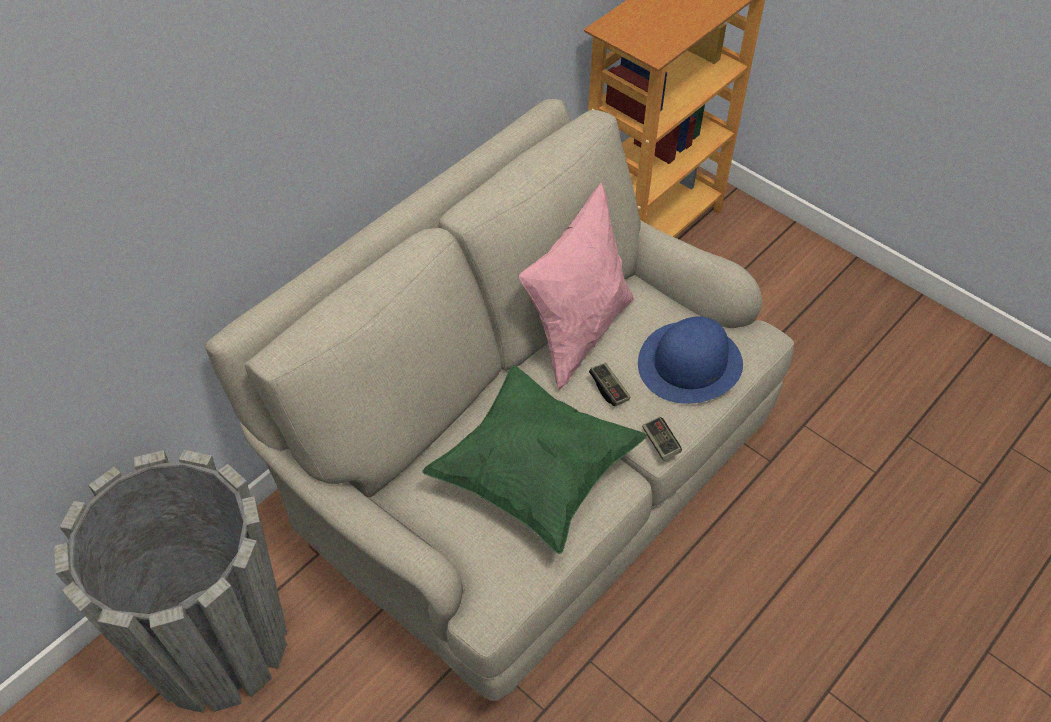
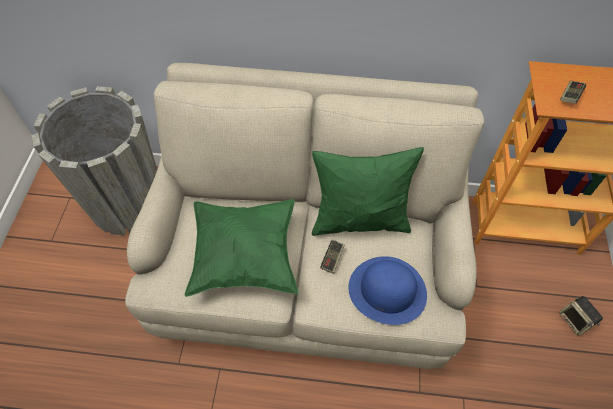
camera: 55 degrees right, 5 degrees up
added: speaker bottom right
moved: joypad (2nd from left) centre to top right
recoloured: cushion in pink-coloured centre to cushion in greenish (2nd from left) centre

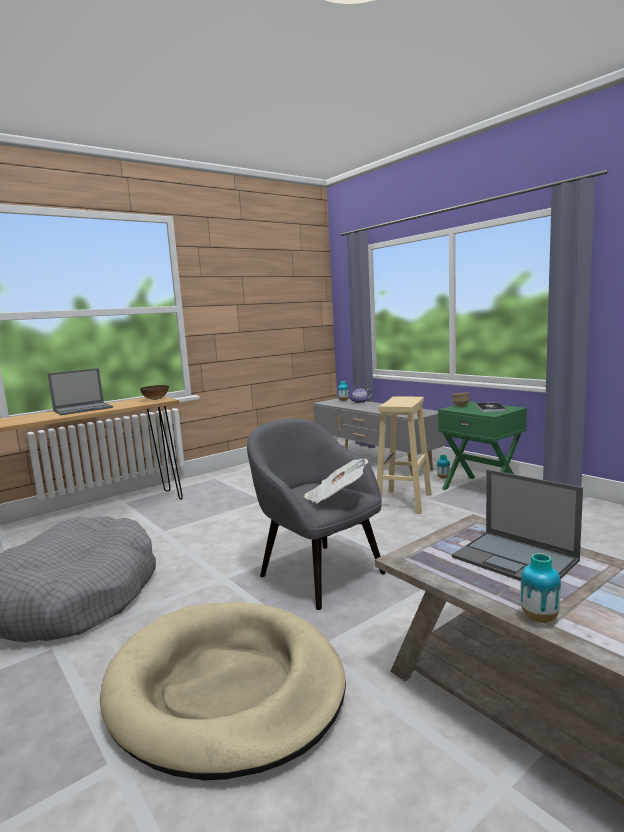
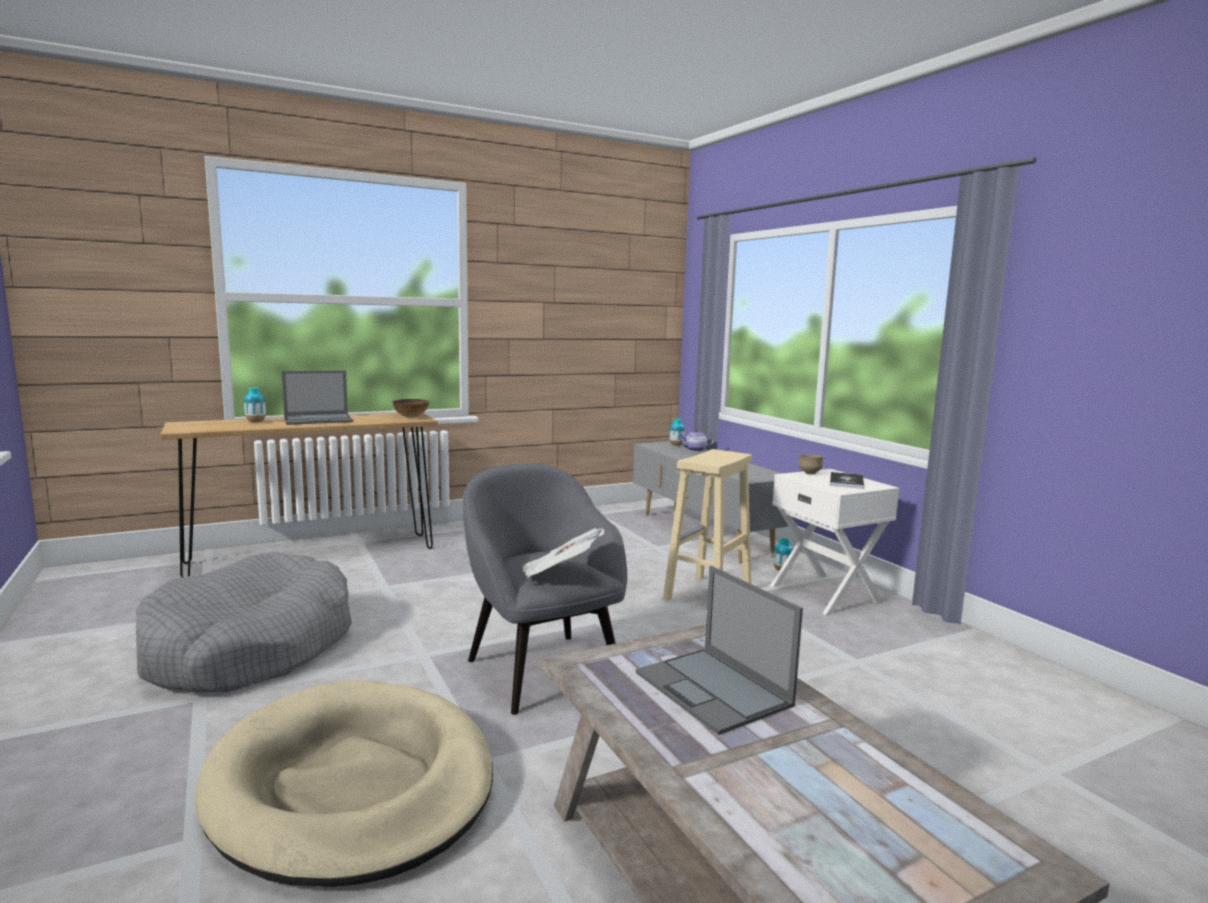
camera: 10 degrees right, 0 degrees up
moved: decorative vase (3rd from left in the first image) bottom right to decorative vase (1st from left) middle left
recoloured: bedside table in greenish middle right to bedside table in white-coloured middle right

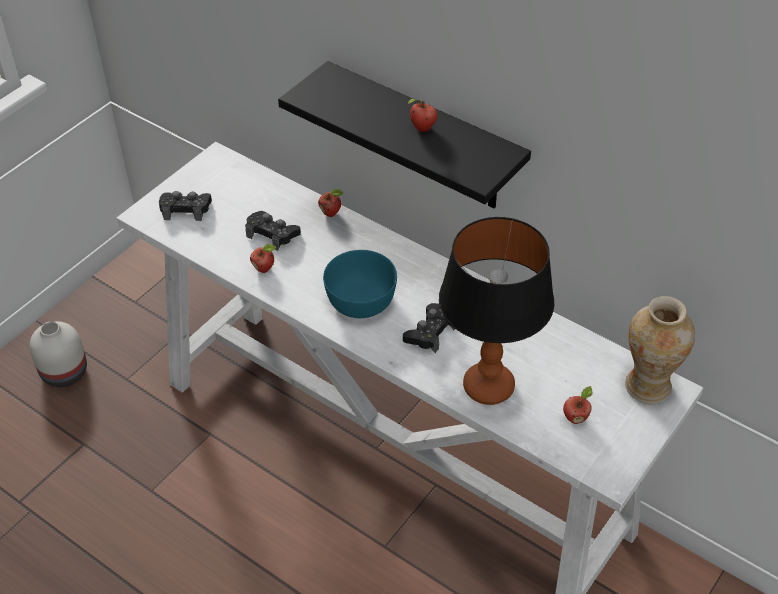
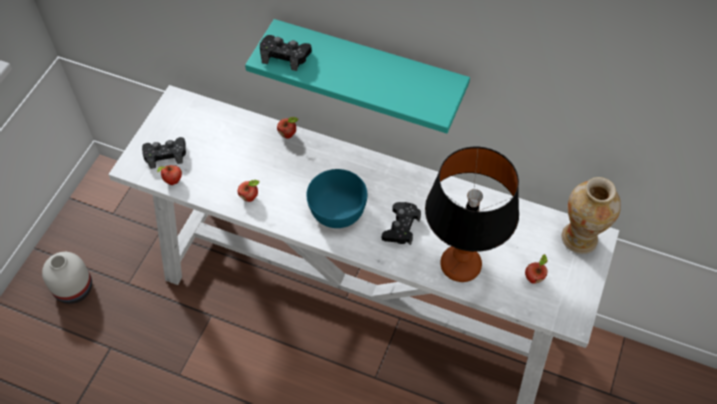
camera: 15 degrees left, 10 degrees up
moved: joypad in blackish (2nd from left) centre to top centre; apple fruit (3rd from left in the first image) top centre to apple fruit (1st from left) middle left
recoloured: shelf in blackish top centre to shelf in turquoise-coloured top centre

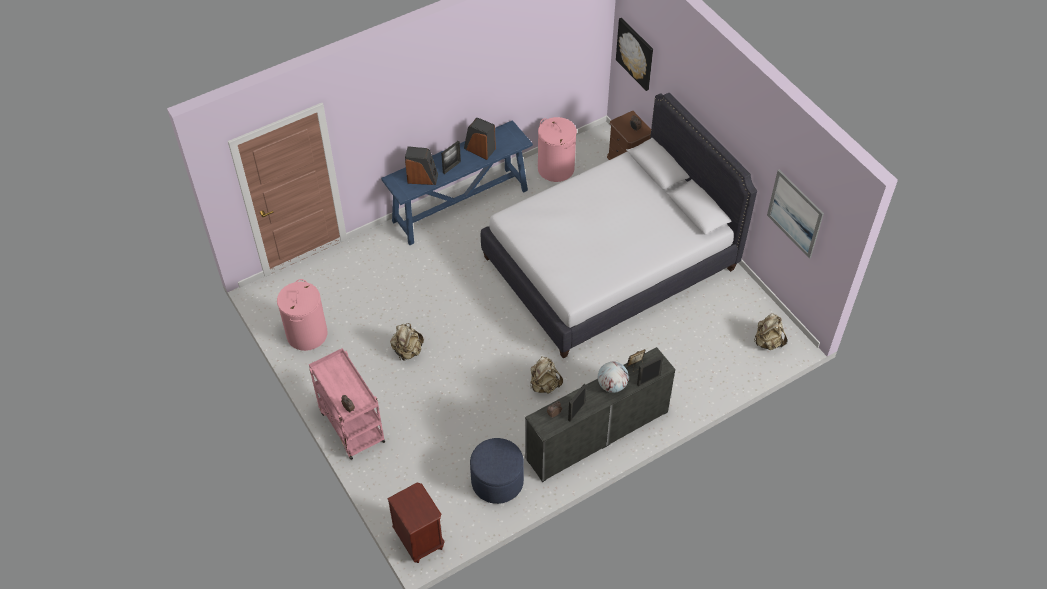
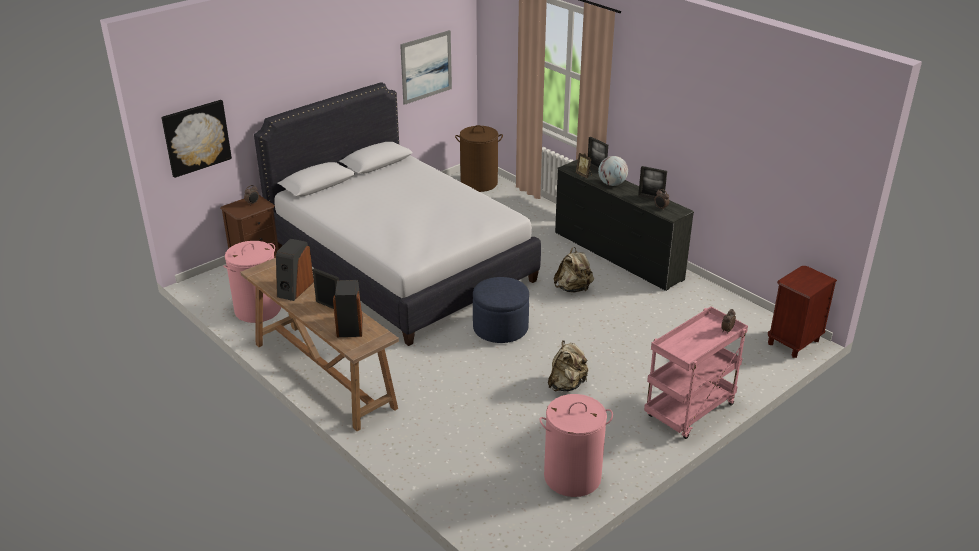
camera: 100 degrees left, 20 degrees down
moved: ottoman in blue bottom centre to centre
replaced: rucksack in beige-coloured (3rd from left) middle right to laundry basket in brown-coloured top centre
recoloured: narrow table in blue top centre to narrow table in brown-coloured middle left

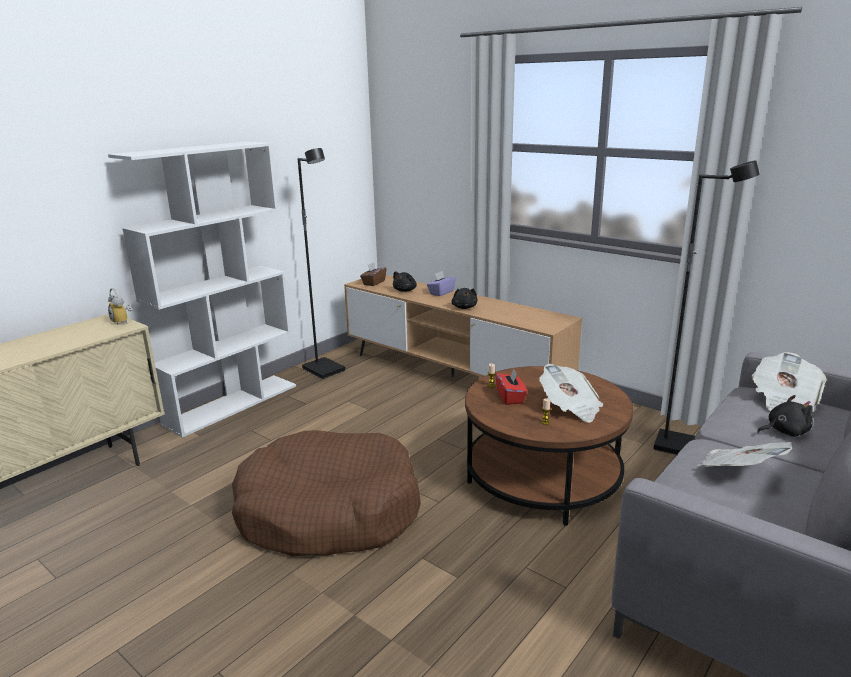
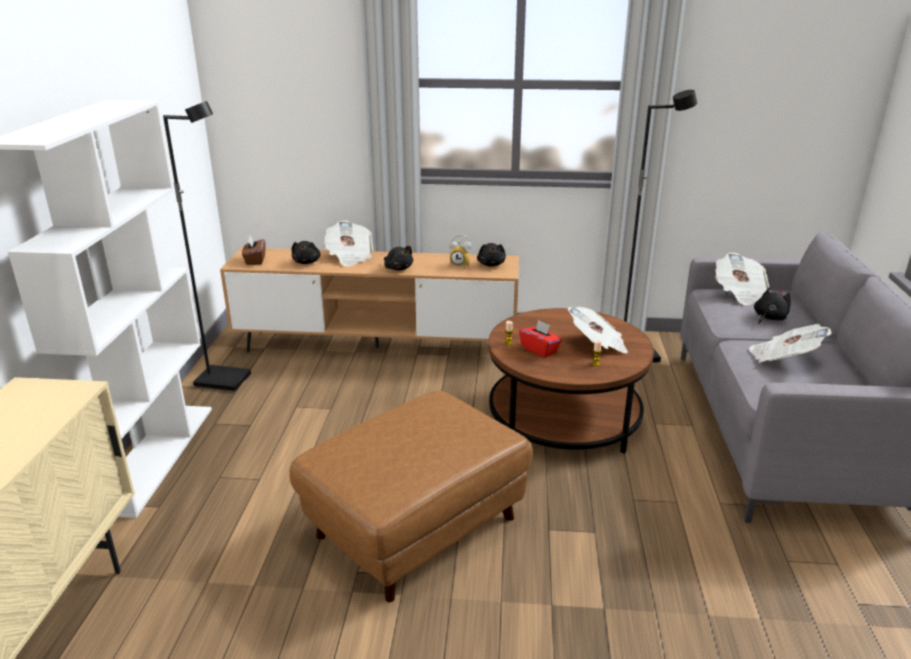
camera: 35 degrees left, 5 degrees up
added: soft toy in blackish (3rd from left) centre
moved: bedside clock middle left to centre
replaced: dog cushion in brown-coloured bottom centre to ottoman in brown-coloured bottom centre; tissue holder in purple-coloured centre to printed paper (1st from left) centre

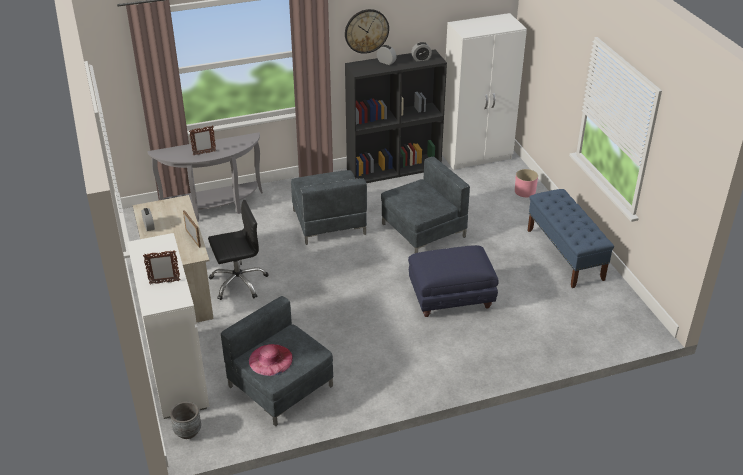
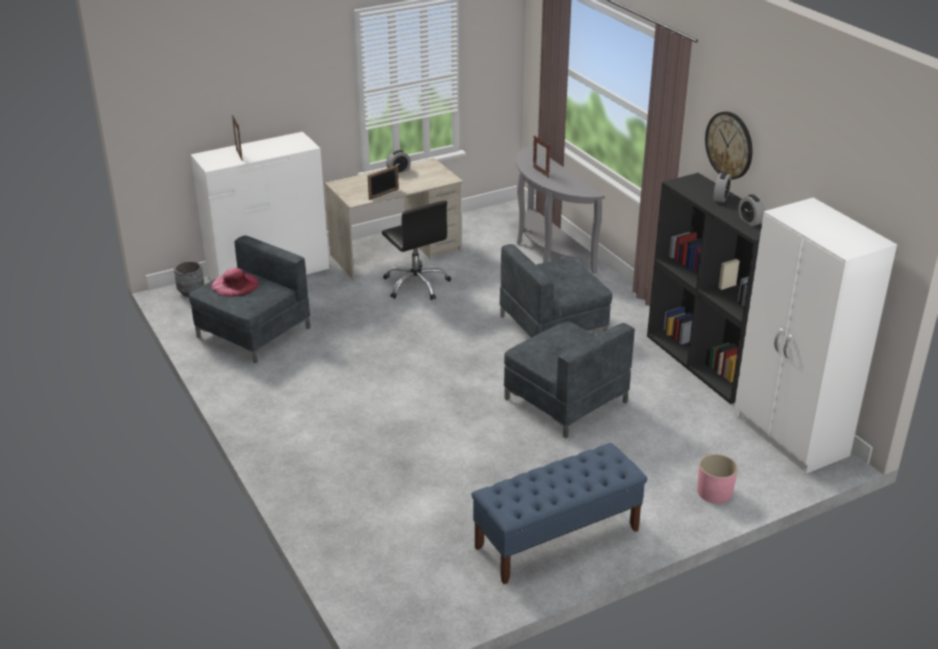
camera: 80 degrees right, 5 degrees down
removed: ottoman in blue centre

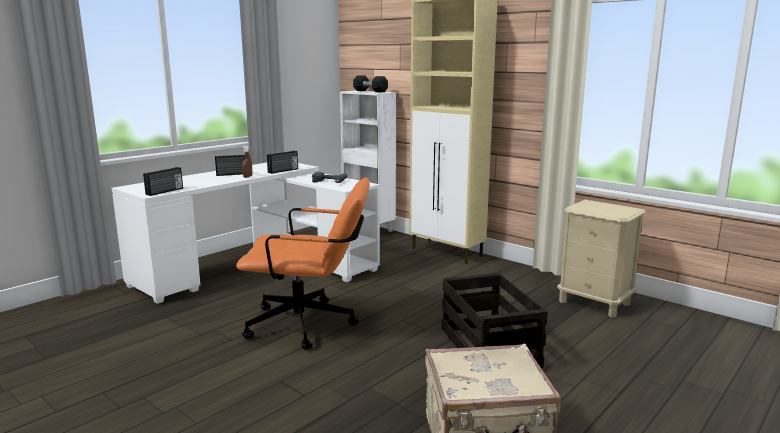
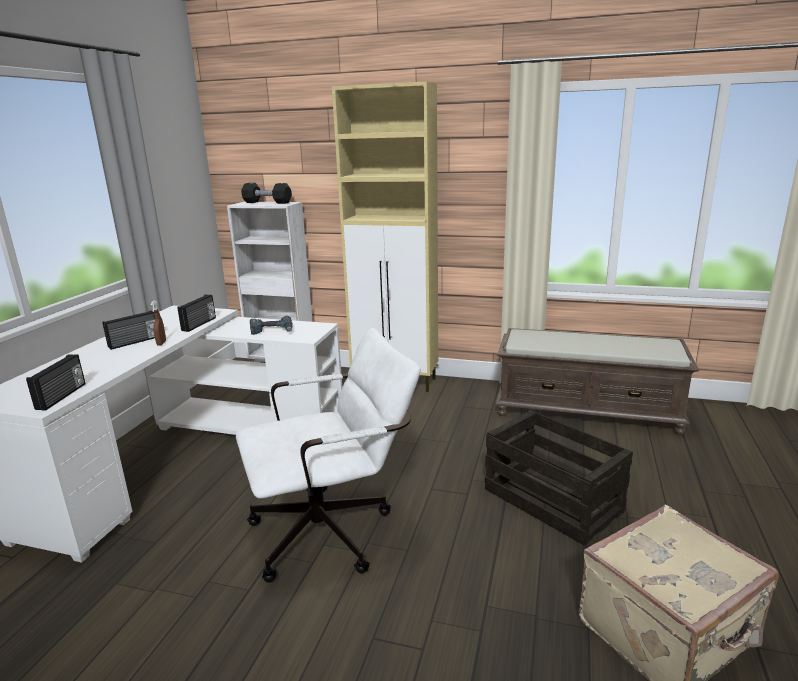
camera: 25 degrees left, 5 degrees up
replaced: bedside table in beige-coloured middle right to bench in brown-coloured middle right
recoloured: computer chair in orange centre to computer chair in white-coloured bottom centre

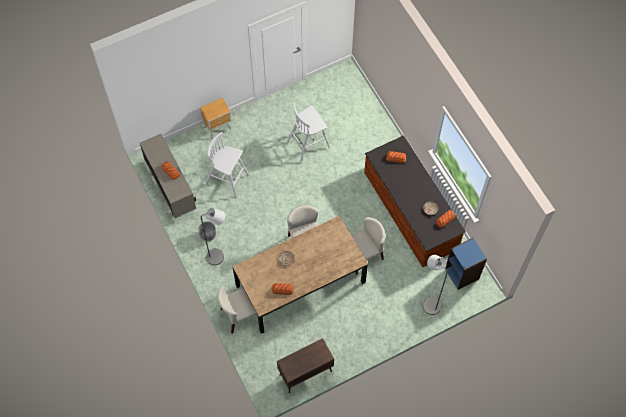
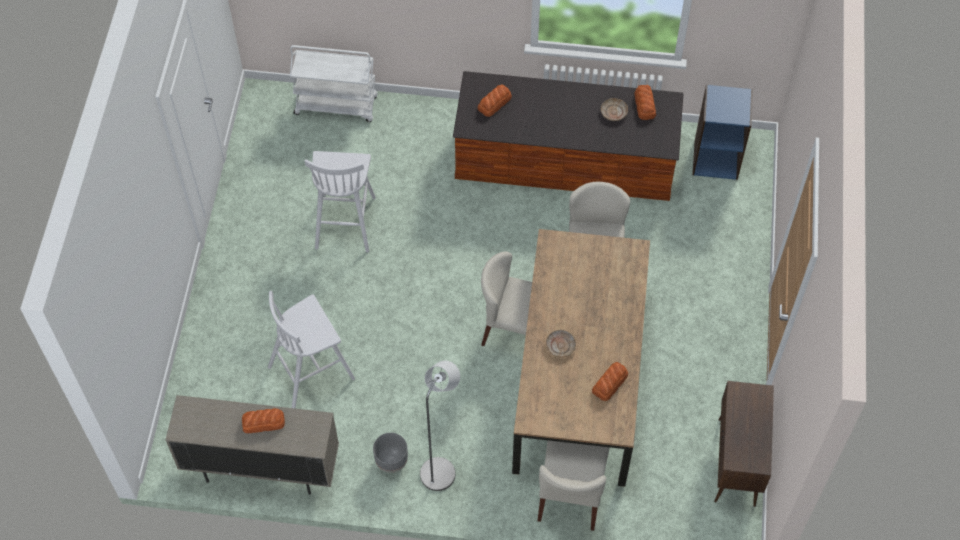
camera: 55 degrees left, 5 degrees down
removed: bedside table in brown-coloured top centre; standard lamp in gray (2nd from left) bottom right
added: trolley in white-coloured top centre

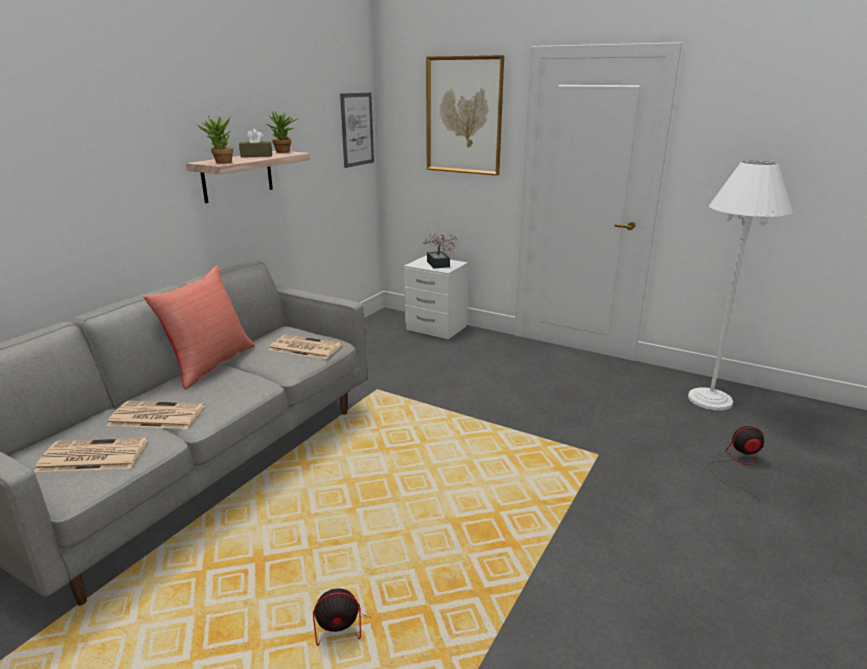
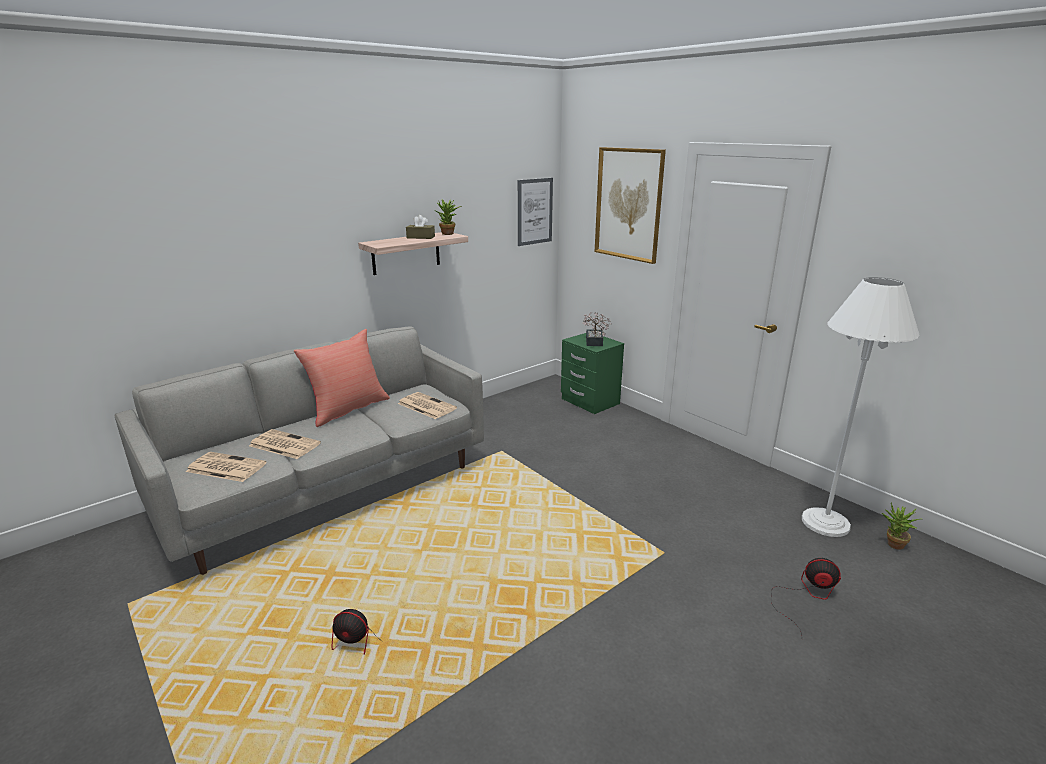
camera: 20 degrees right, 0 degrees up
moved: plant in a pot (1st from left in the first image) top left to plant in a pot (3rd from left) bottom right
recoloured: bedside table in white-coloured centre to bedside table in greenish centre

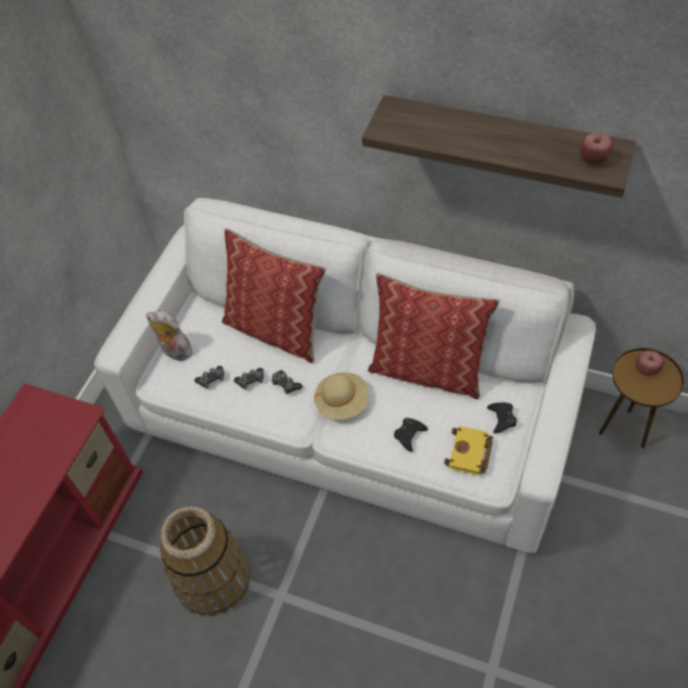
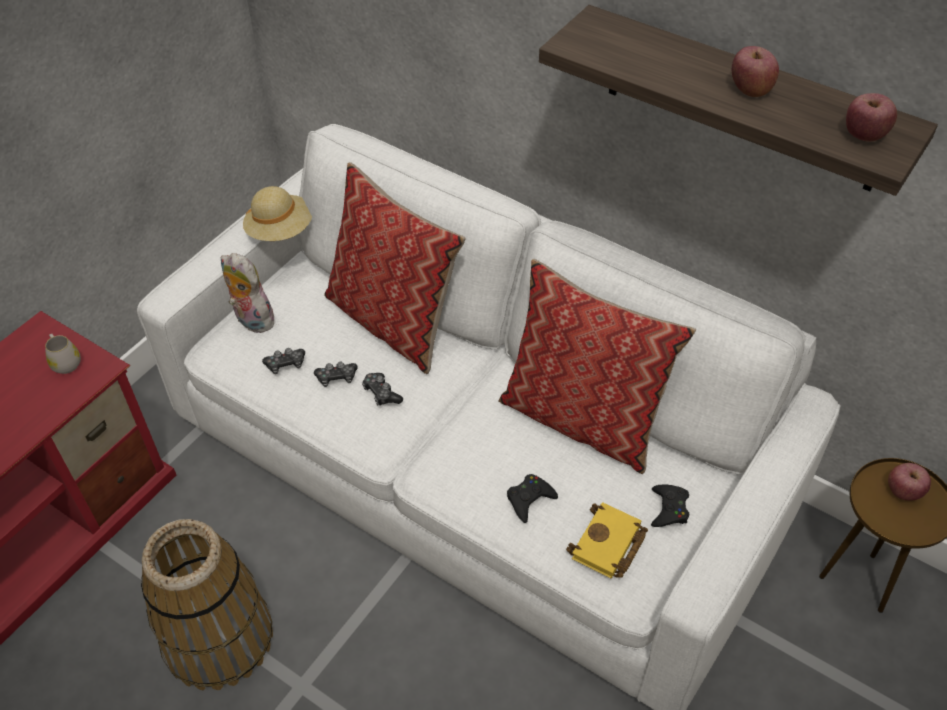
camera: 10 degrees right, 5 degrees down
added: tea mug in white-coloured middle left; apple fruit (1st from left) top right
moved: hat in beige-coloured centre to top left

